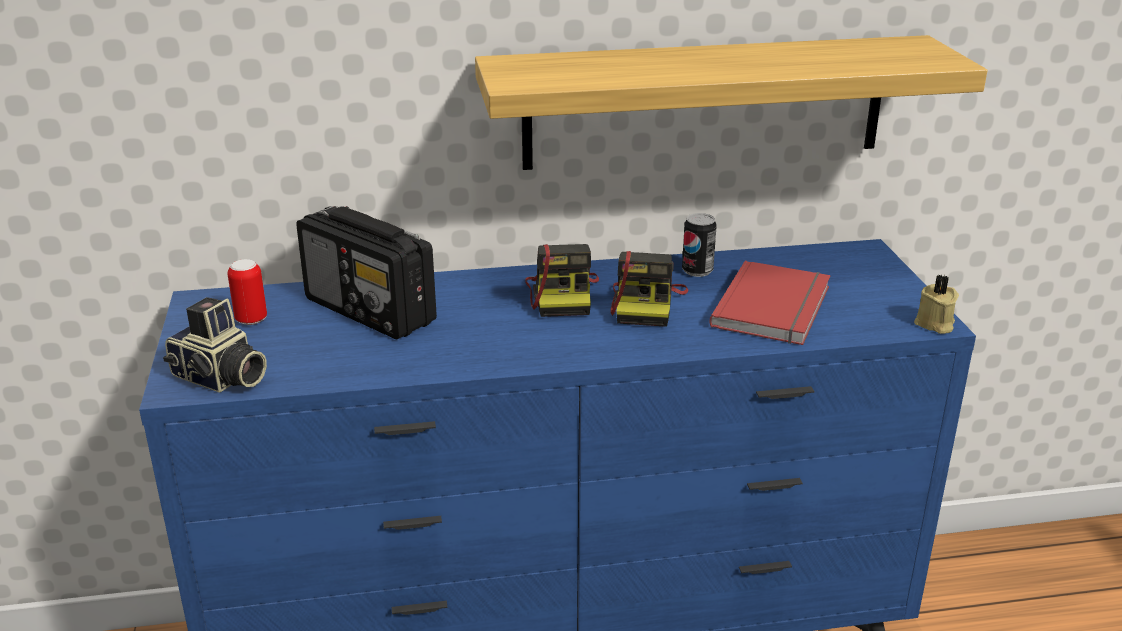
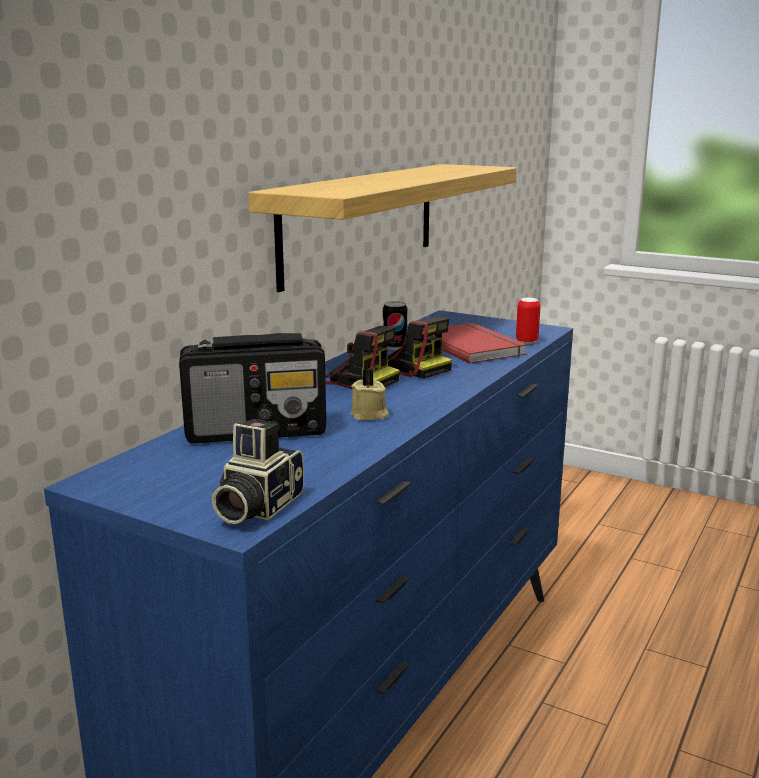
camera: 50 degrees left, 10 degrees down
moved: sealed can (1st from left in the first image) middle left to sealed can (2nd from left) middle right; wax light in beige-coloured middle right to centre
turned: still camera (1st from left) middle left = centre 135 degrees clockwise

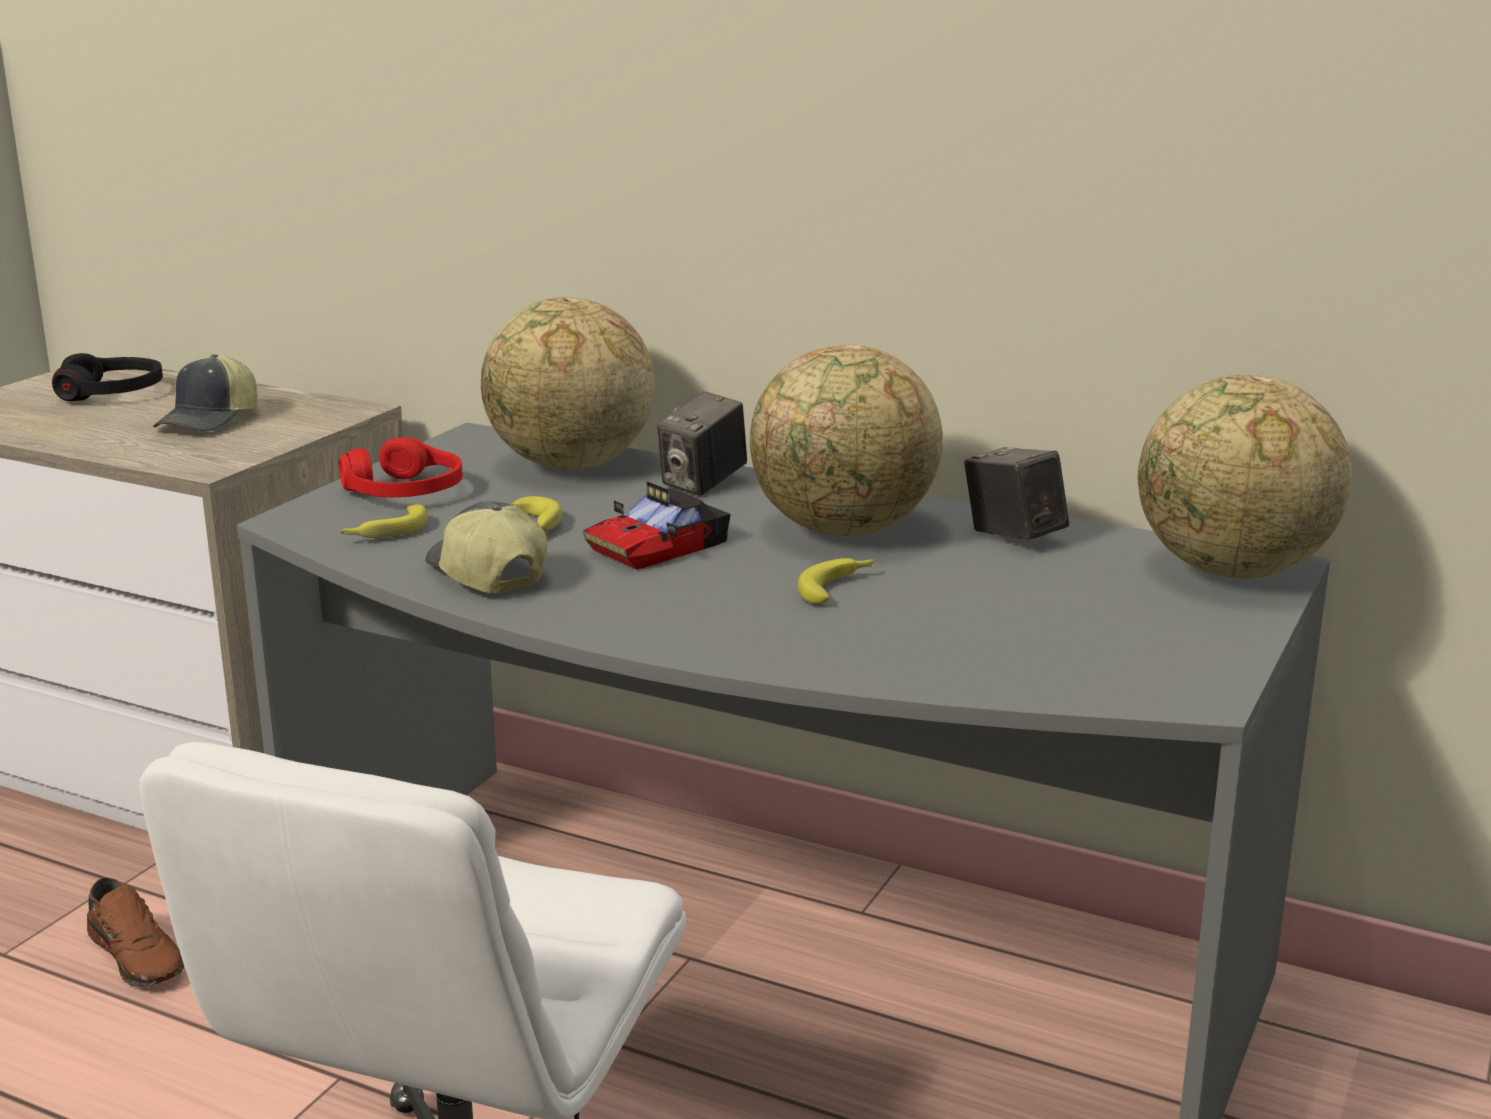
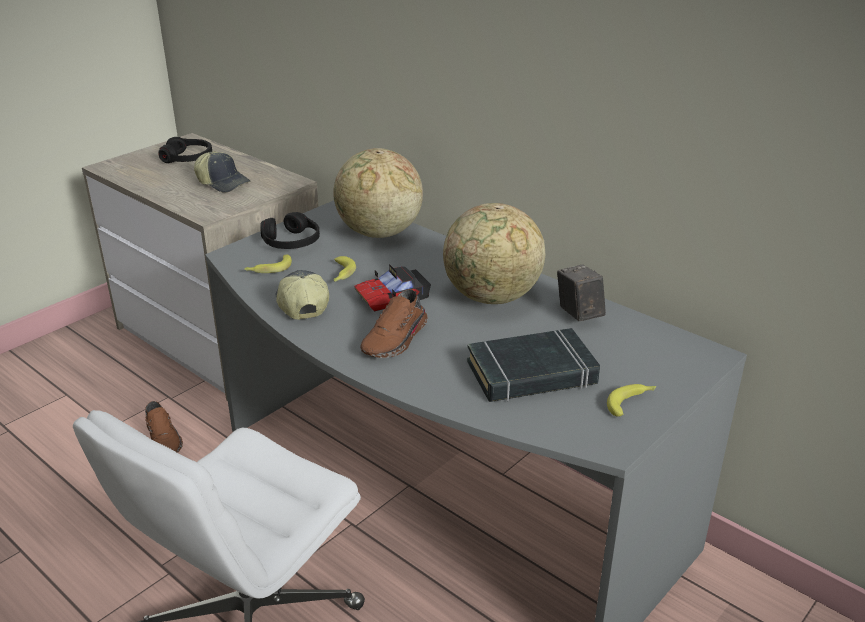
camera: 15 degrees right, 10 degrees up
removed: still camera (1st from left) centre; world globe (3rd from left) middle right
added: item of footwear in brown-coloured (2nd from left) centre; volume in blackish centre
moved: banana (3rd from left) centre to middle right
recoloured: pair of headphones in red middle left to pair of headphones in blackish (2nd from left) centre
turned: baseball cap (1st from left) middle left = top left 90 degrees counterclockwise

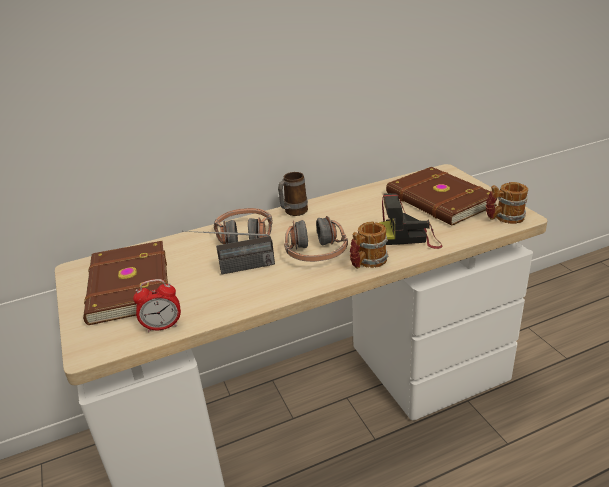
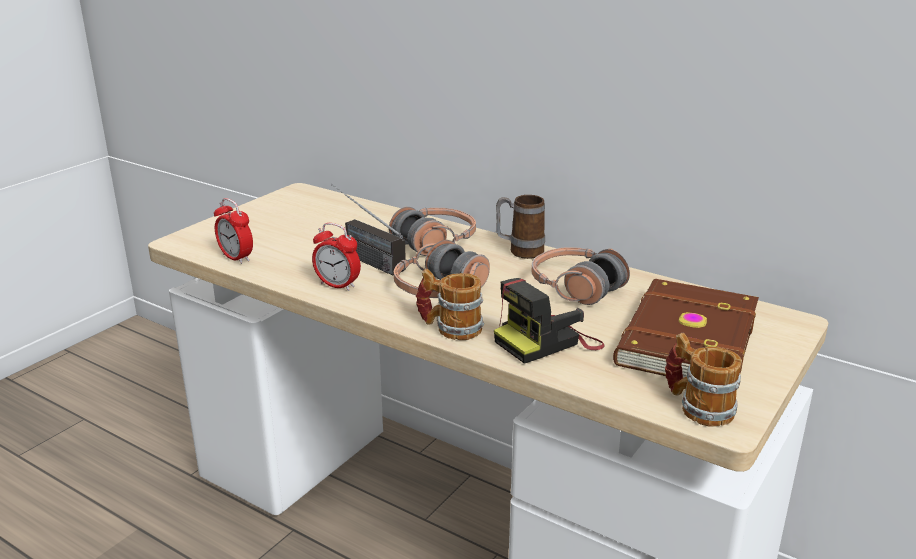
camera: 55 degrees right, 5 degrees down
removed: volume in brown-coloured (1st from left) middle left
added: bedside clock (2nd from left) centre; pair of headphones (3rd from left) centre
turned: still camera middle right = centre 90 degrees counterclockwise

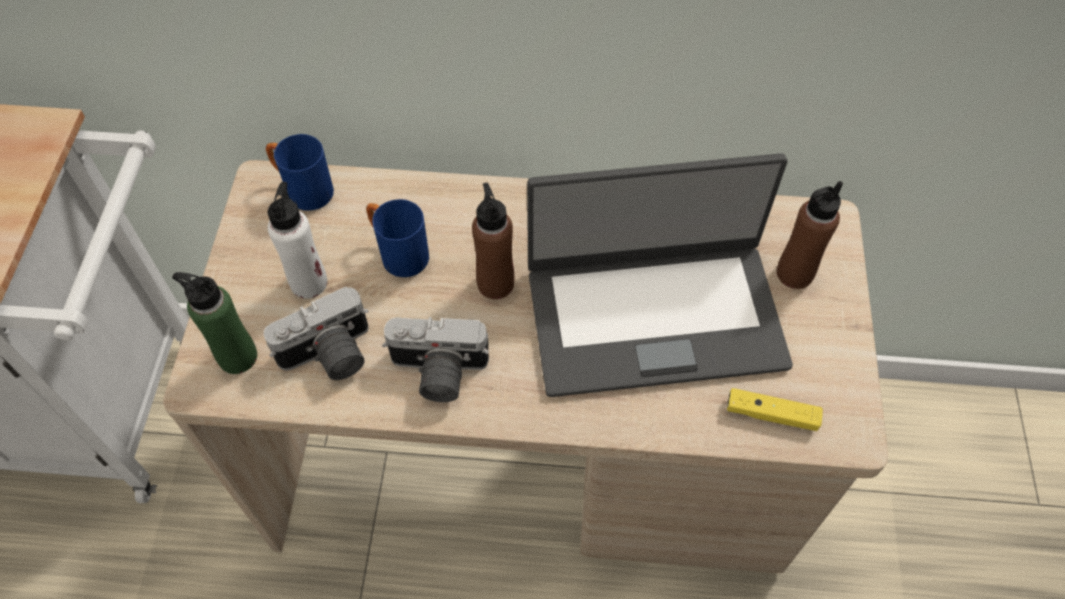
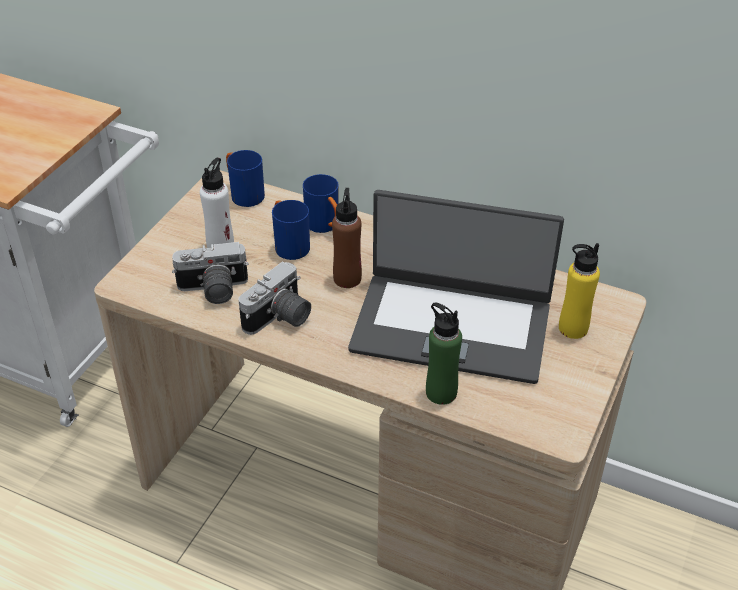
camera: 20 degrees right, 15 degrees down
removed: joypad in yellow bottom right
added: tea mug in blue (3rd from left) centre
moved: bottle in greenish middle left to centre
recoloured: bottle in brown-coloured (2nd from left) middle right to bottle in yellow middle right
turned: still camera (2nd from left) centre = centre 75 degrees counterclockwise

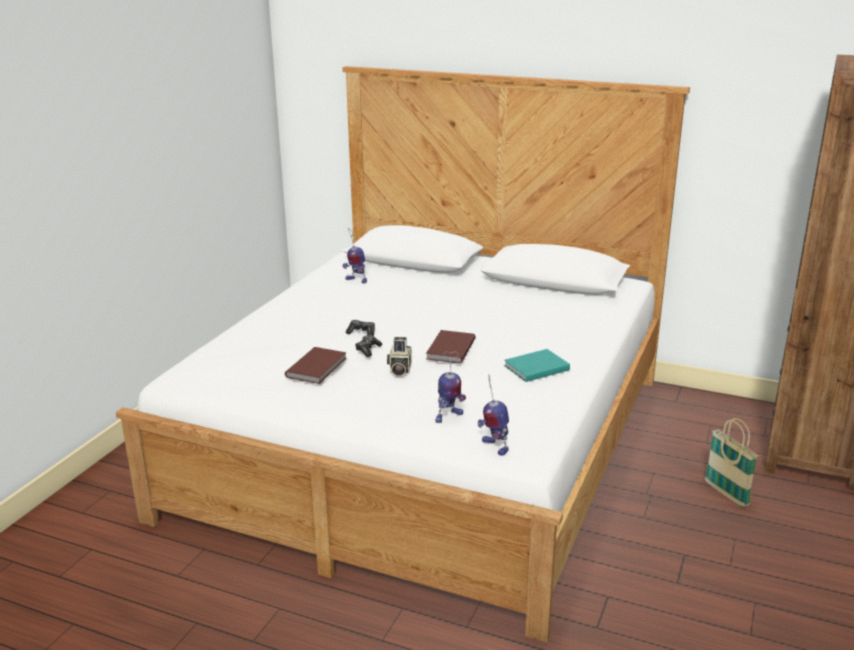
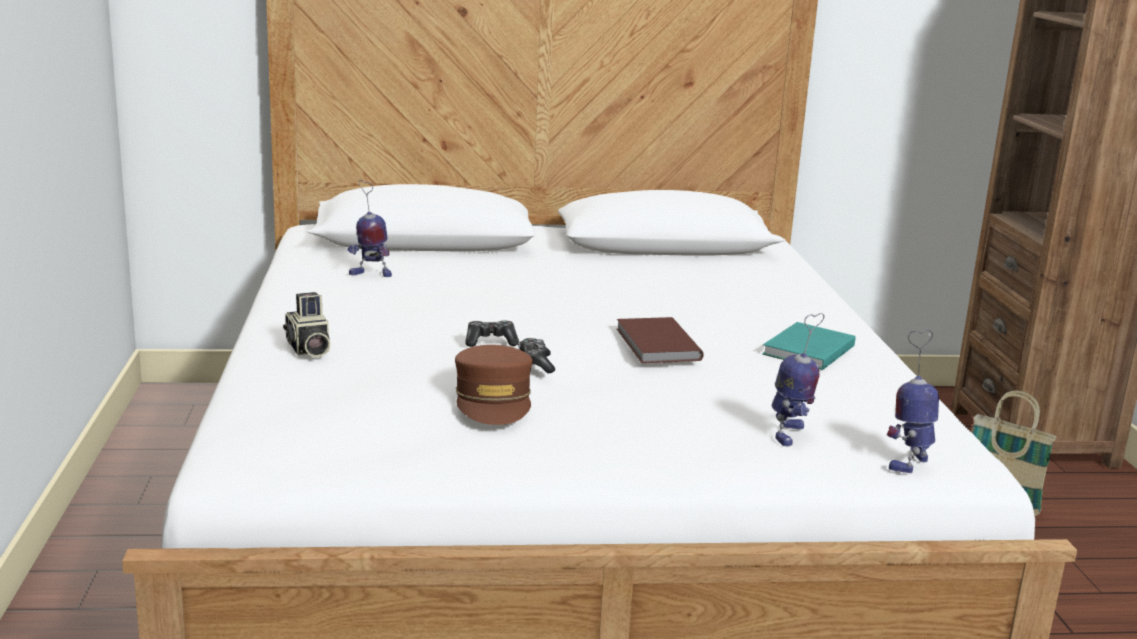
camera: 30 degrees left, 5 degrees down
moved: still camera centre to middle left
replaced: volume in brown-coloured (1st from left) centre to baseball cap in brown-coloured centre
turned: toy robot (3rd from left) centre = middle right 105 degrees clockwise

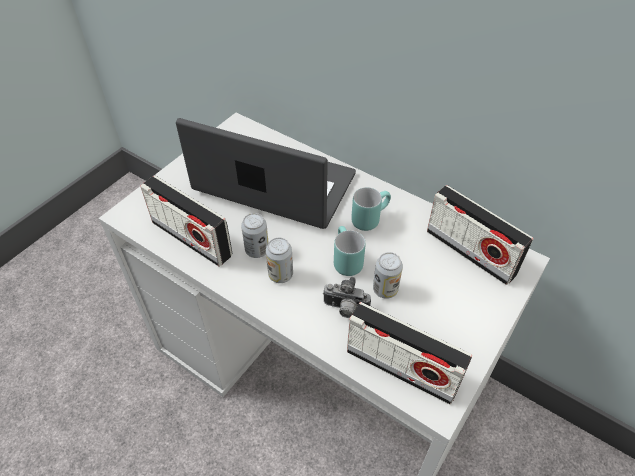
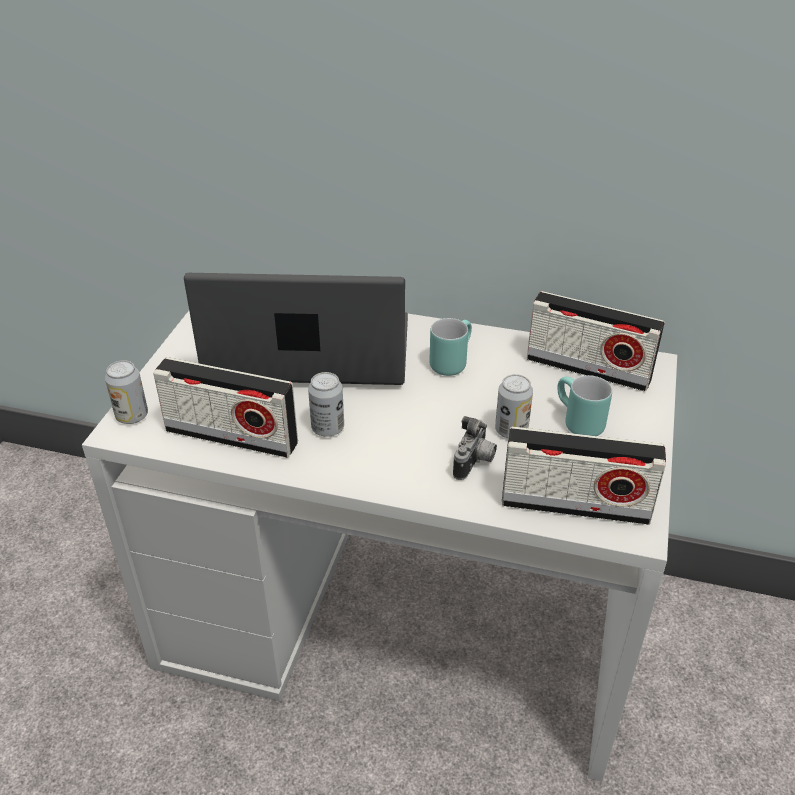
camera: 20 degrees left, 10 degrees down
moved: sealed can (2nd from left in the first image) centre to sealed can (1st from left) middle left; tea mug in turquoise-coloured (1st from left in the first image) centre to tea mug in turquoise-coloured (2nd from left) middle right
turned: still camera centre = centre 60 degrees counterclockwise

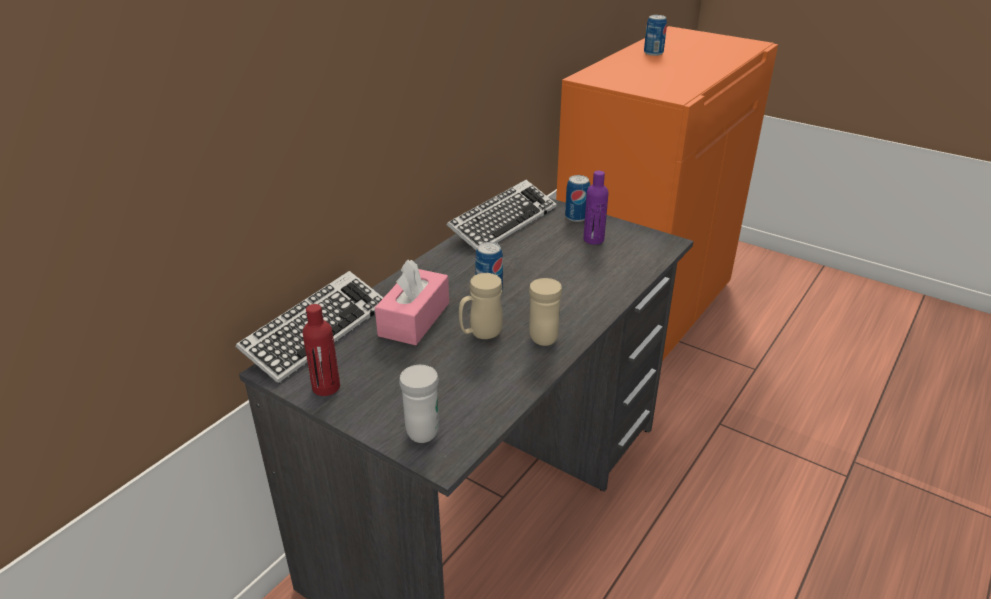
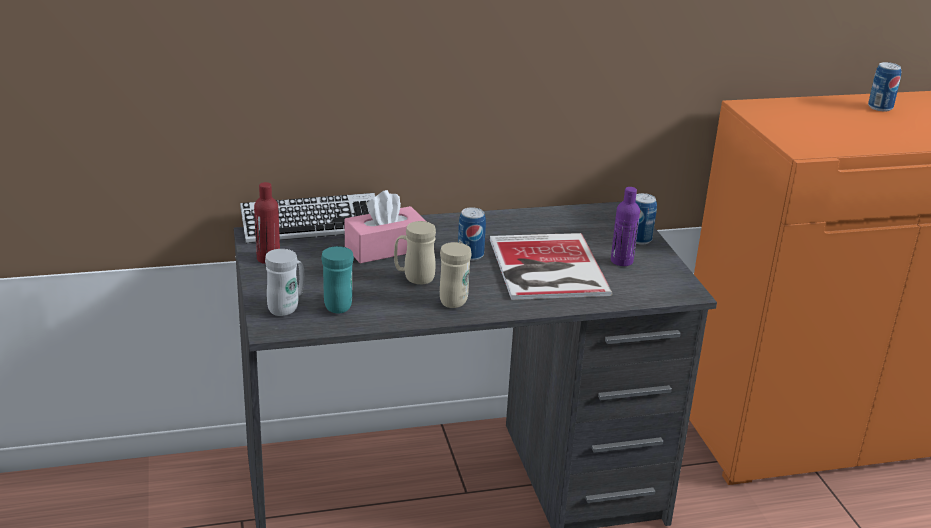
camera: 40 degrees right, 5 degrees down
removed: keyboard (2nd from left) centre
added: tea mug in turquoise-coloured centre; volume centre

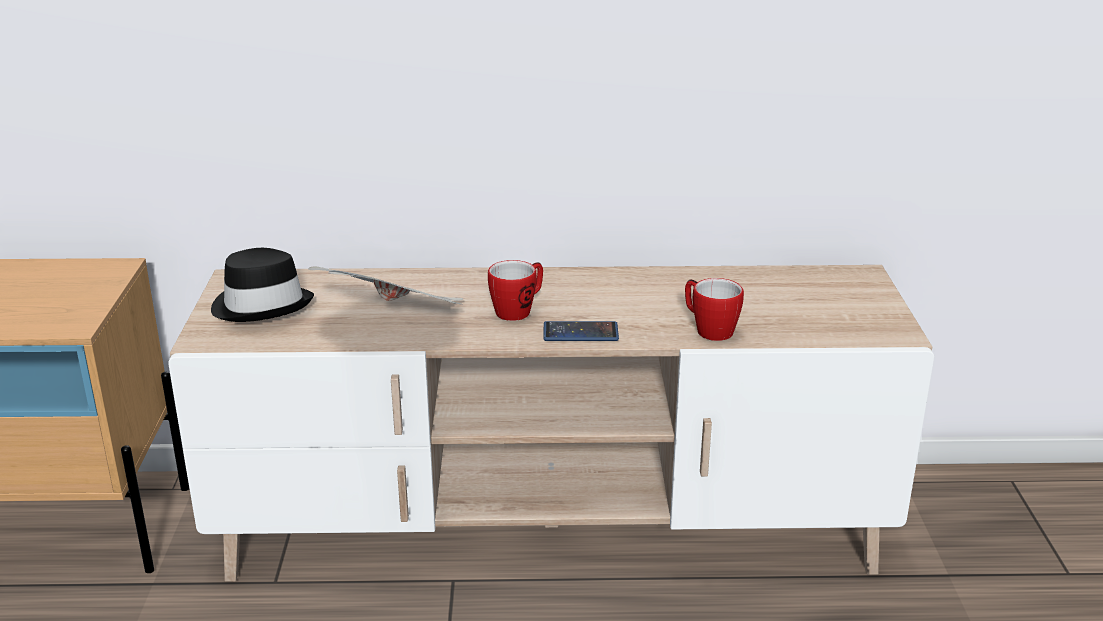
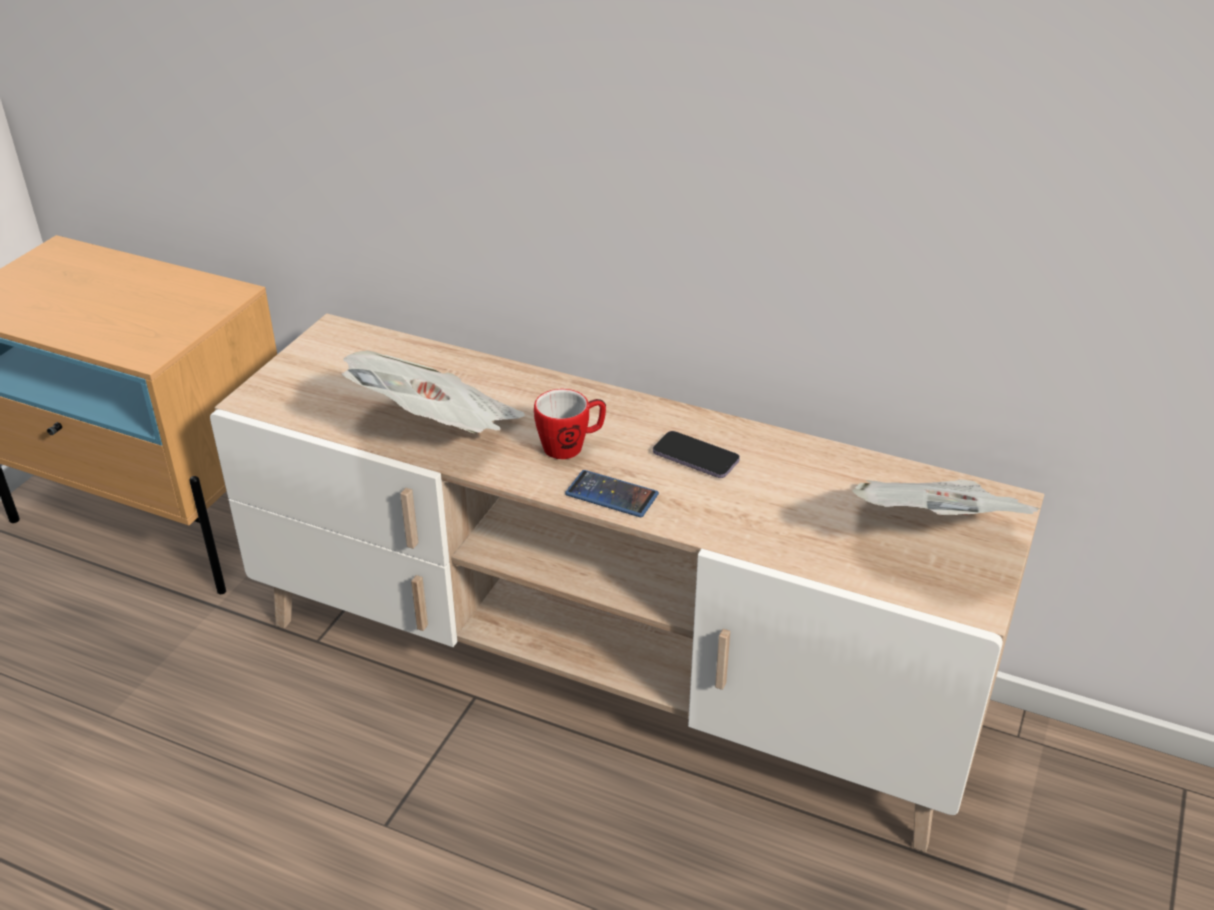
camera: 25 degrees right, 10 degrees up
removed: hat in blackish middle left; tea mug (2nd from left) centre
added: telephone (2nd from left) centre; printed paper (2nd from left) middle right

